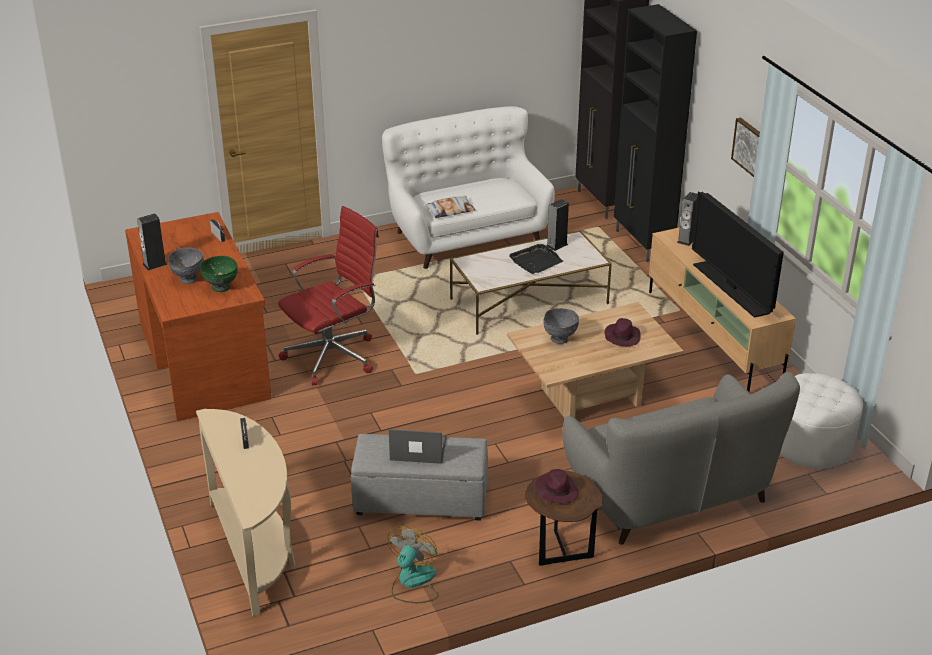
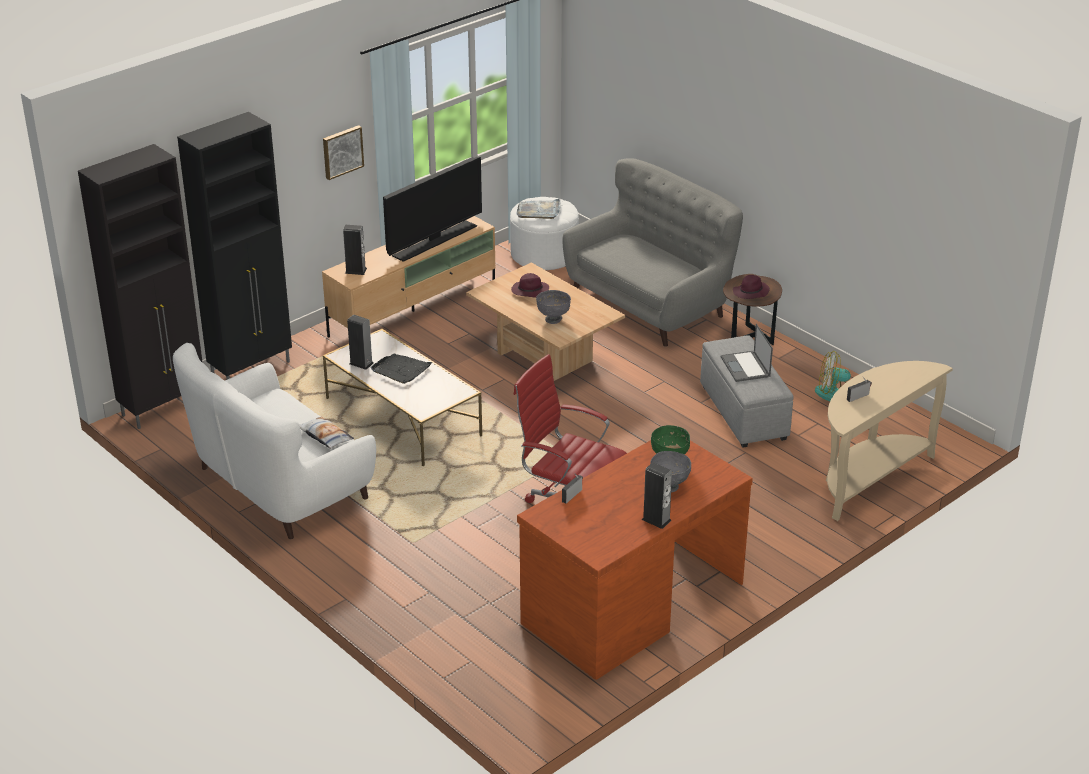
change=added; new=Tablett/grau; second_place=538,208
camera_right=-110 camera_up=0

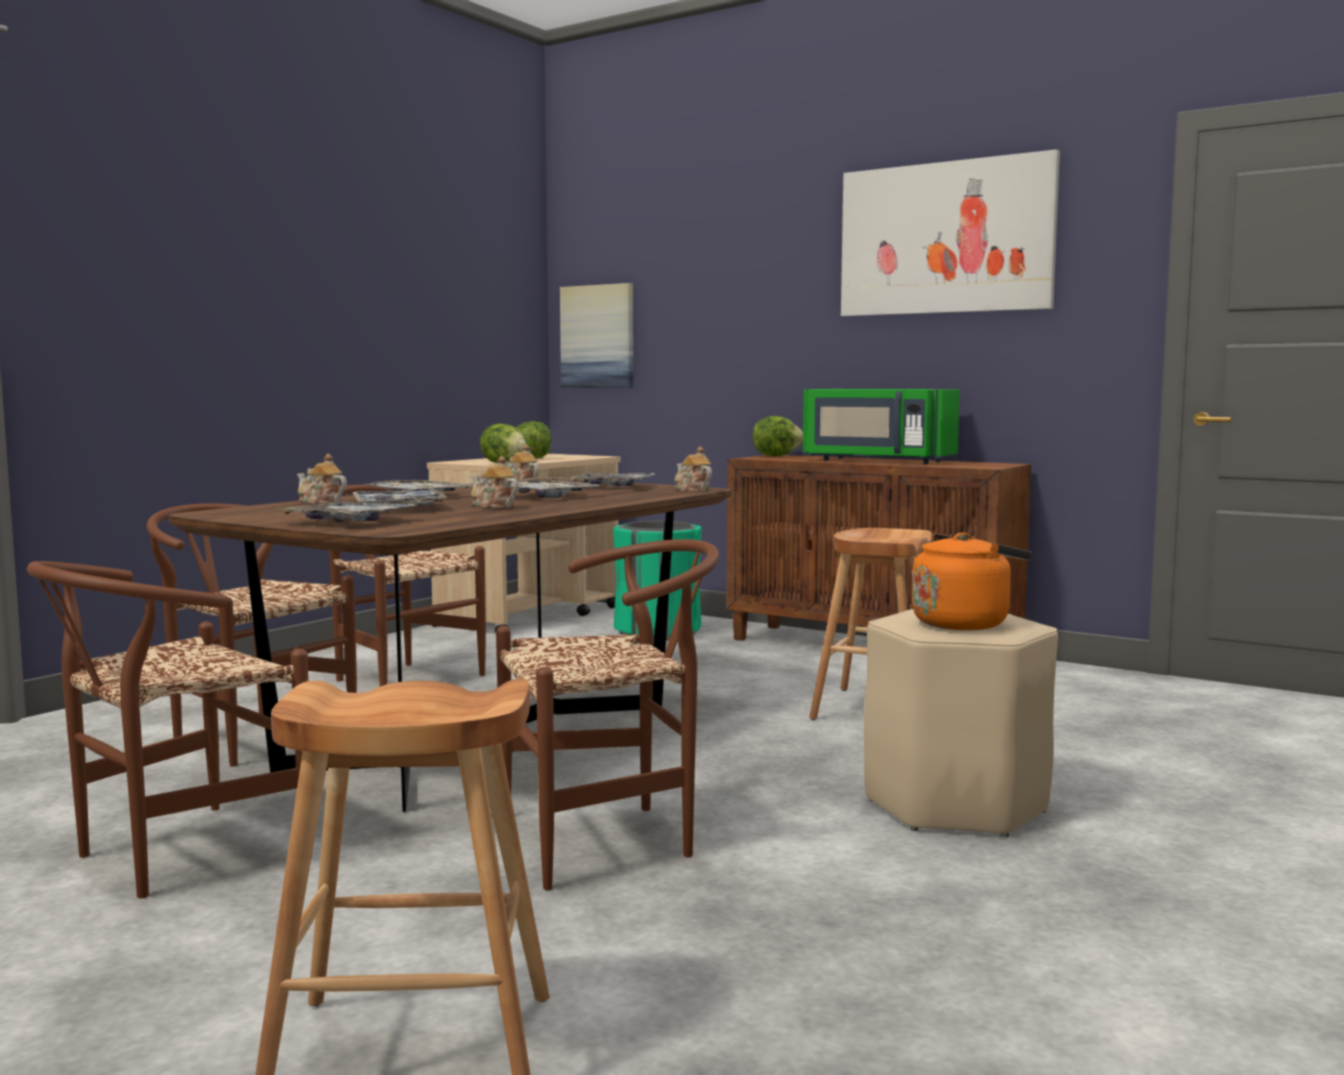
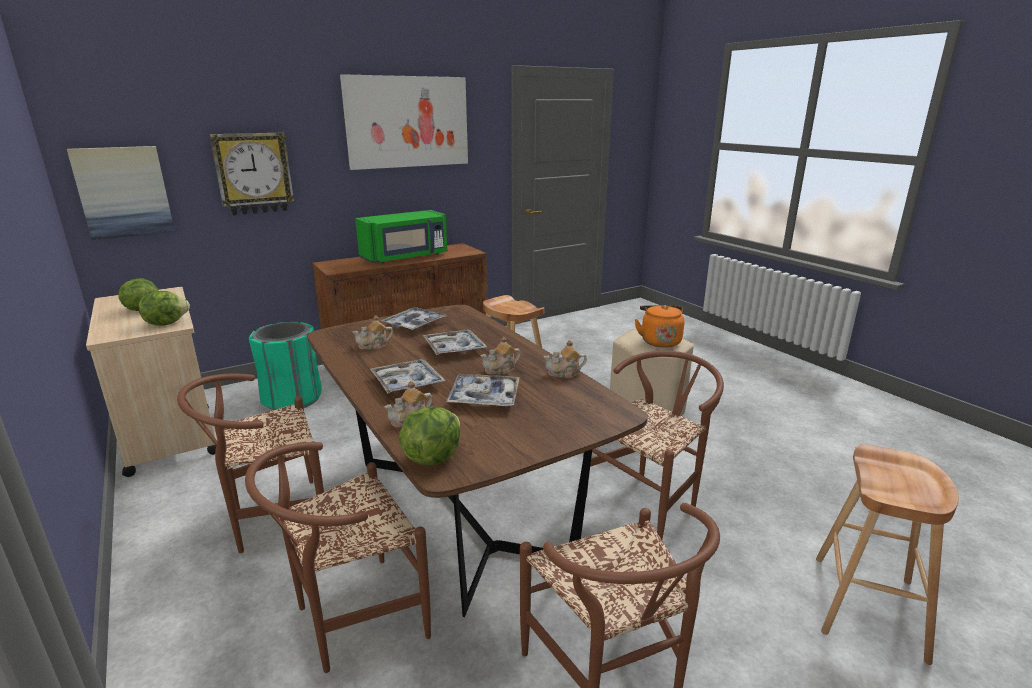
change=added; new=Wanduhr; second_place=251,173
change=moved; old=Salatkopf; first_place=777,436; second_place=429,436
change=moved; old=Teekanne; first_place=693,469; second_place=565,359
change=turned; old=Stuhl/braun; first_place=608,714; second_place=653,445; degrees=45
change=removed; old=Tablett; first_place=349,512
camera_right=-65 camera_up=15

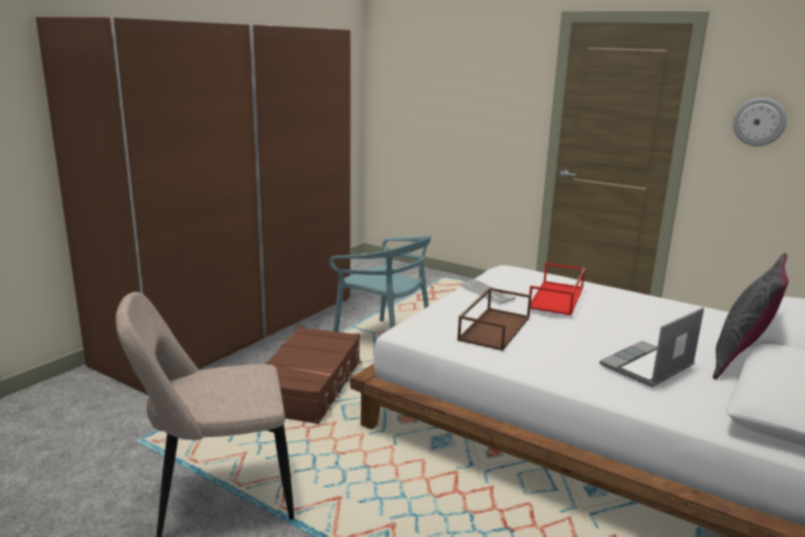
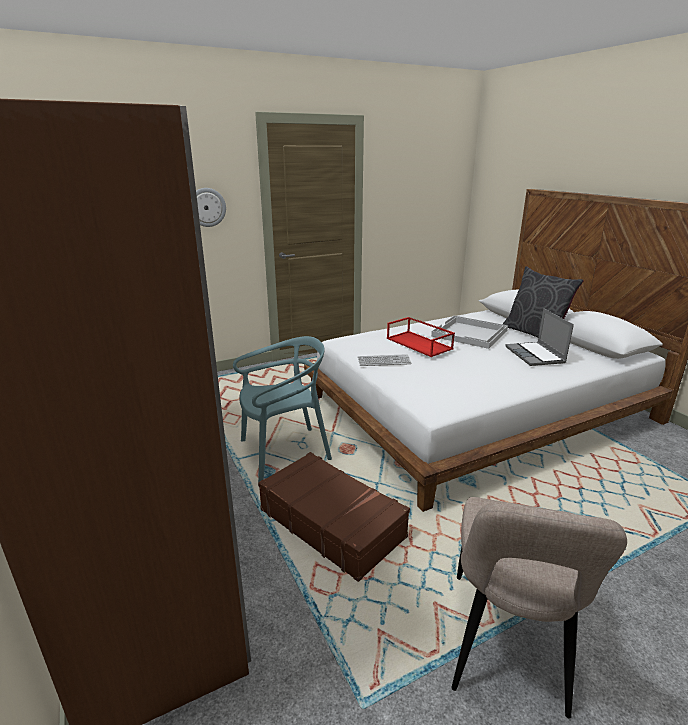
change=moved; old=Wanduhr; first_place=760,122; second_place=211,207
change=added; new=Tablett/weiß; second_place=469,332
change=removed; old=Tablett/braun; first_place=494,319
camera_right=-60 camera_up=5

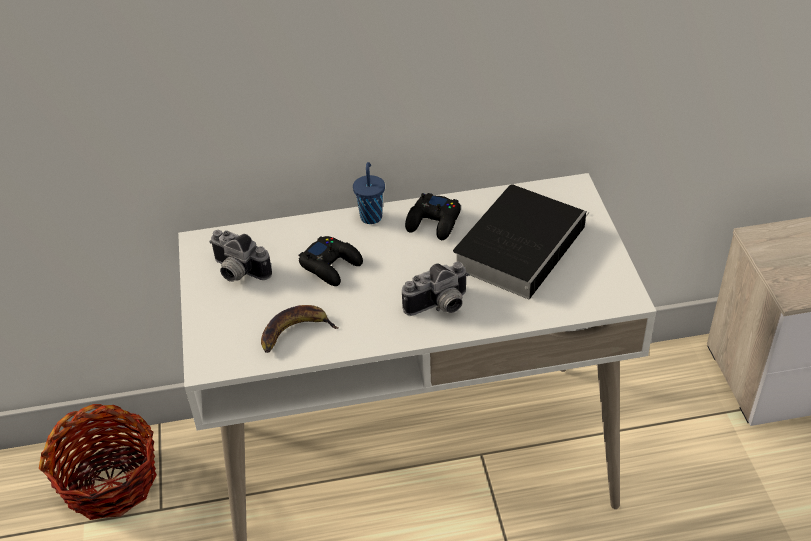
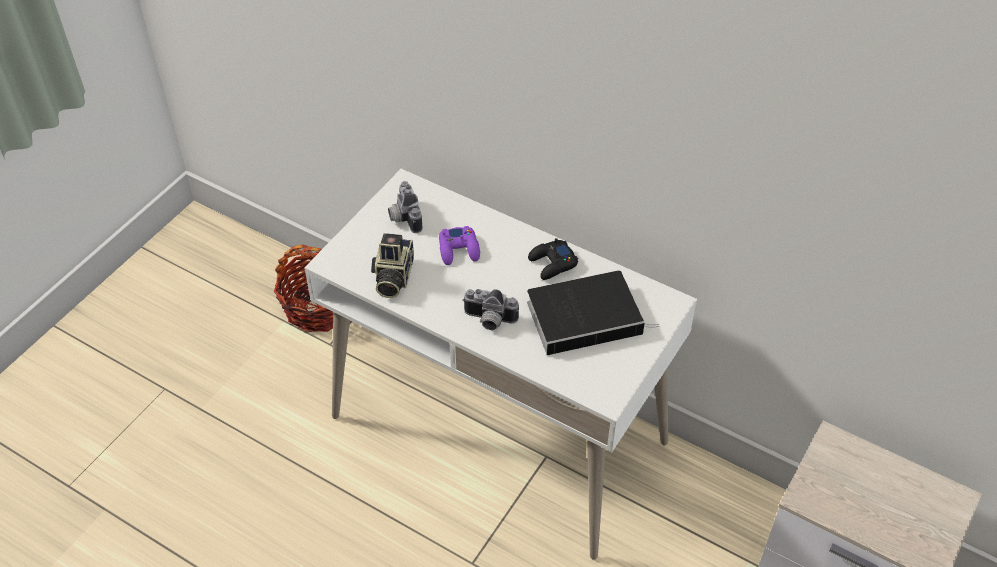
change=replaced; old=Banane; new=Kamera; first_place=299,329; second_place=392,265
change=recoloured; old=Gamepad/schwarz; new=Gamepad/lila; first_place=331,261; second_place=459,245
change=removed; old=Tasse/blau; first_place=369,193
camera_right=40 camera_up=5

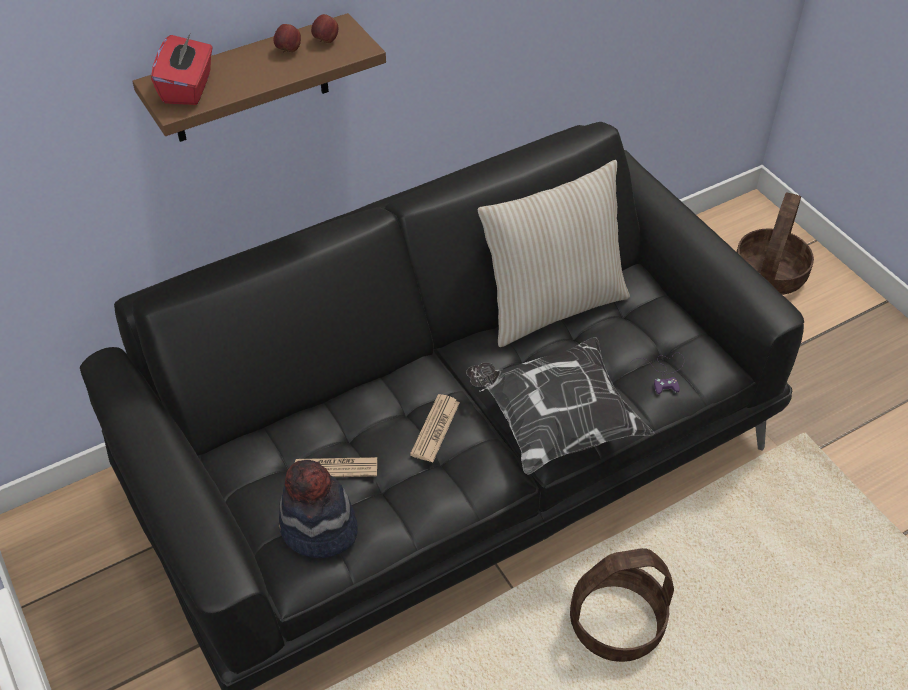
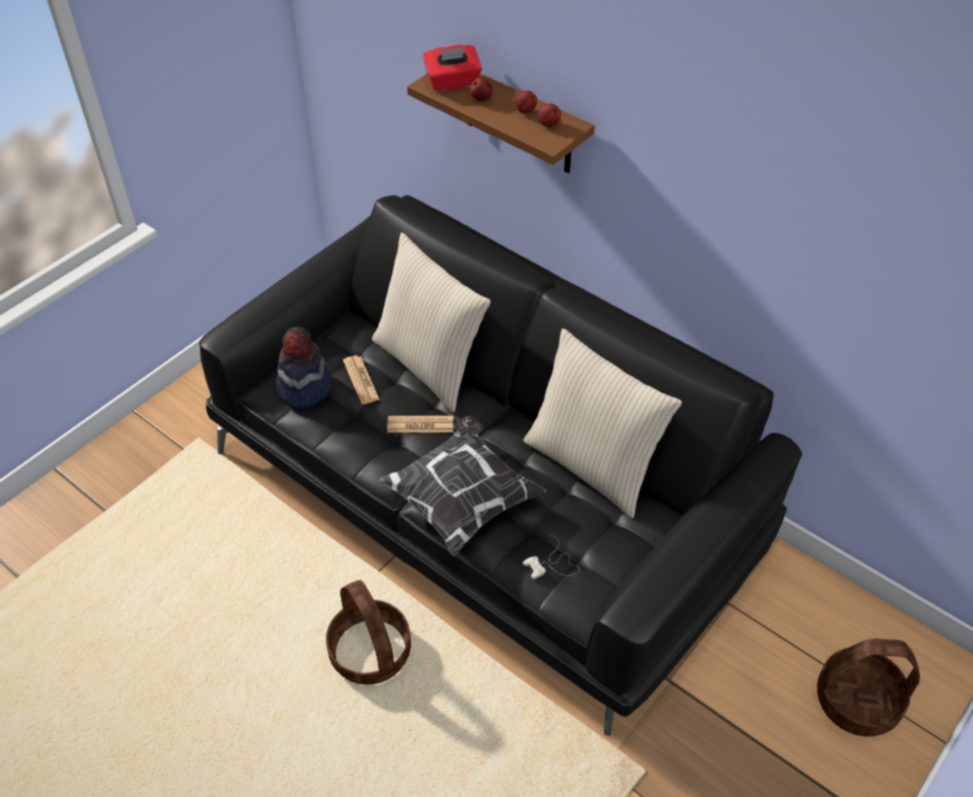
change=added; new=Kissen/beige; second_place=431,322
change=added; new=Apfel; second_place=481,89
change=recoloured; old=Gamepad/lila; new=Gamepad/weiß; first_place=657,373; second_place=551,557
camera_right=70 camera_up=0

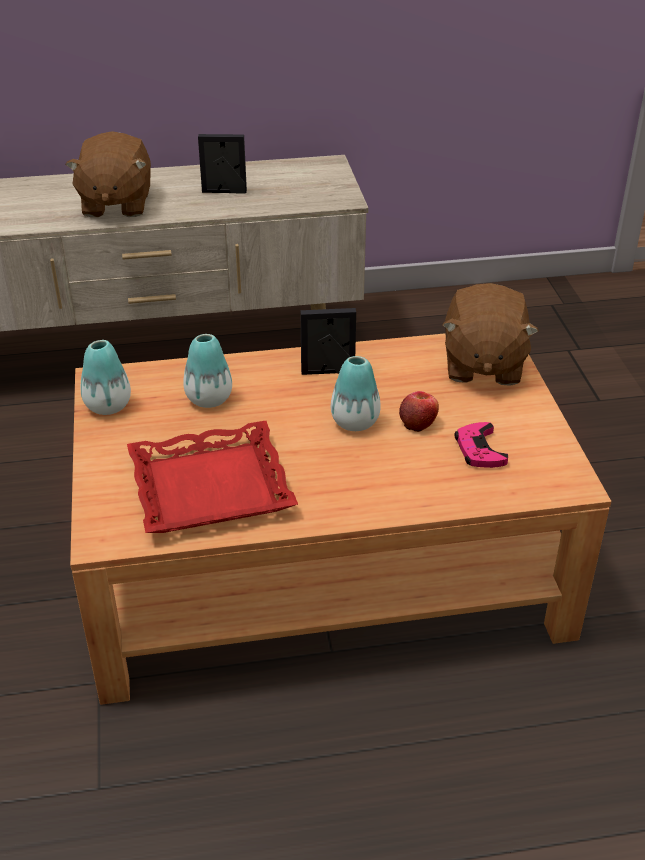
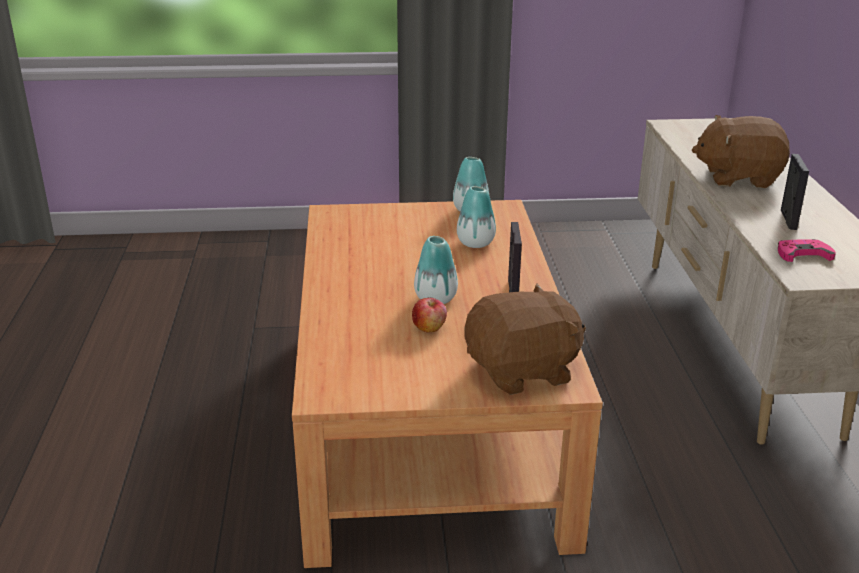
change=turned; old=Plüschtier/braun; first_place=490,334; second_place=525,339; degrees=150
change=moved; old=Gamepad/rosa; first_place=481,445; second_place=807,250
change=removed; old=Tablett/rot; first_place=212,477
camera_right=95 camera_up=-10

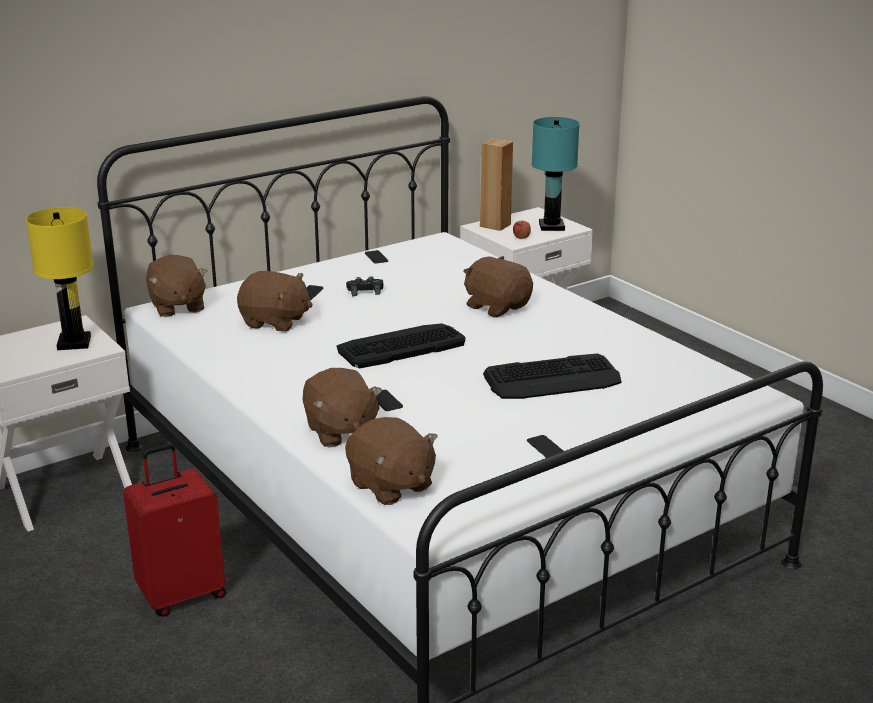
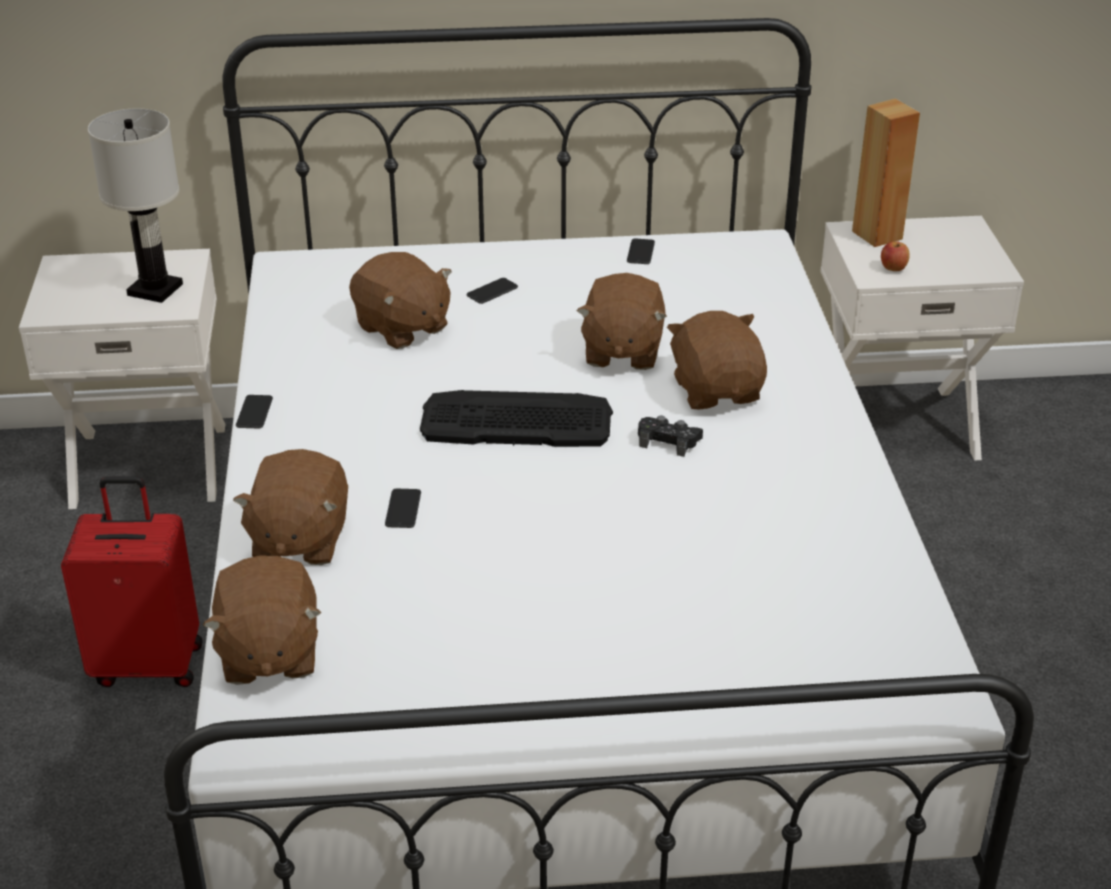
change=recoloured; old=Tischlampe/gelb; new=Tischlampe/weiß; first_place=60,278; second_place=135,205
change=moved; old=Handy; first_place=545,446; second_place=254,411
change=moved; old=Plüschtier/braun; first_place=177,286; second_place=622,321
change=moved; old=Gamepad/schwarz; first_place=364,286; second_place=670,436
change=removed; old=Tastatur; first_place=552,376
change=removed; old=Tischlampe/türkis; first_place=556,174
camera_right=30 camera_up=10

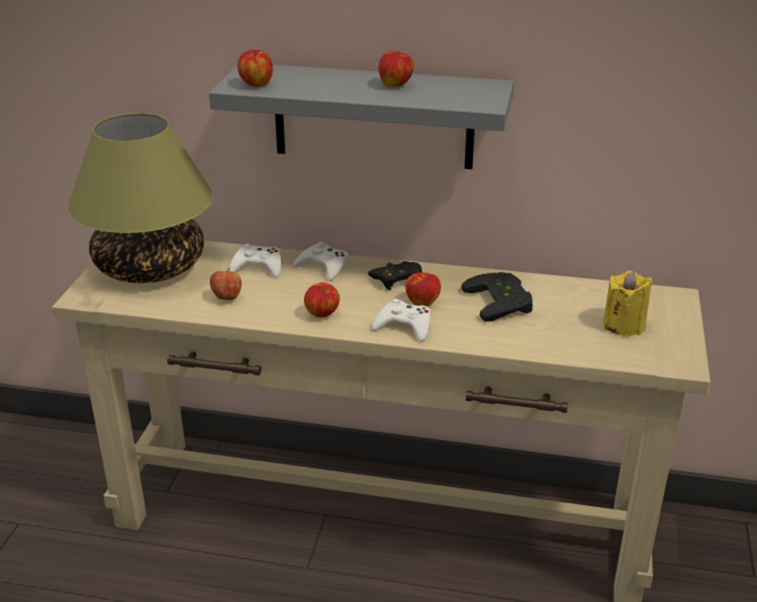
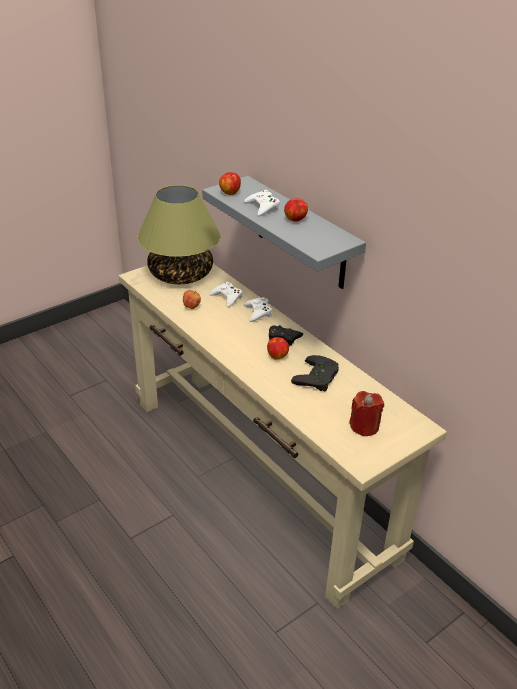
change=moved; old=Gamepad/weiß; first_place=401,320; second_place=262,203
change=recoloured; old=Kerze/gelb; new=Kerze/rot; first_place=628,303; second_place=366,414
change=removed; old=Apfel; first_place=322,299
camera_right=40 camera_up=5

